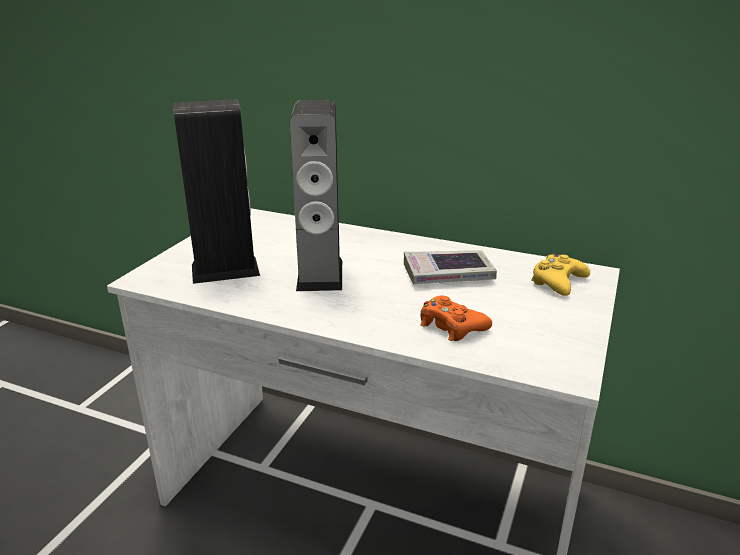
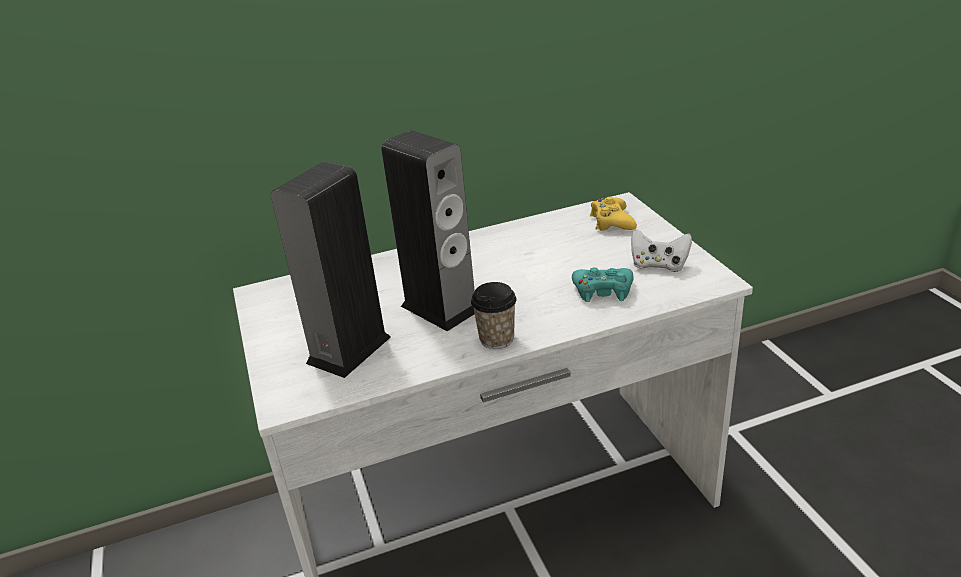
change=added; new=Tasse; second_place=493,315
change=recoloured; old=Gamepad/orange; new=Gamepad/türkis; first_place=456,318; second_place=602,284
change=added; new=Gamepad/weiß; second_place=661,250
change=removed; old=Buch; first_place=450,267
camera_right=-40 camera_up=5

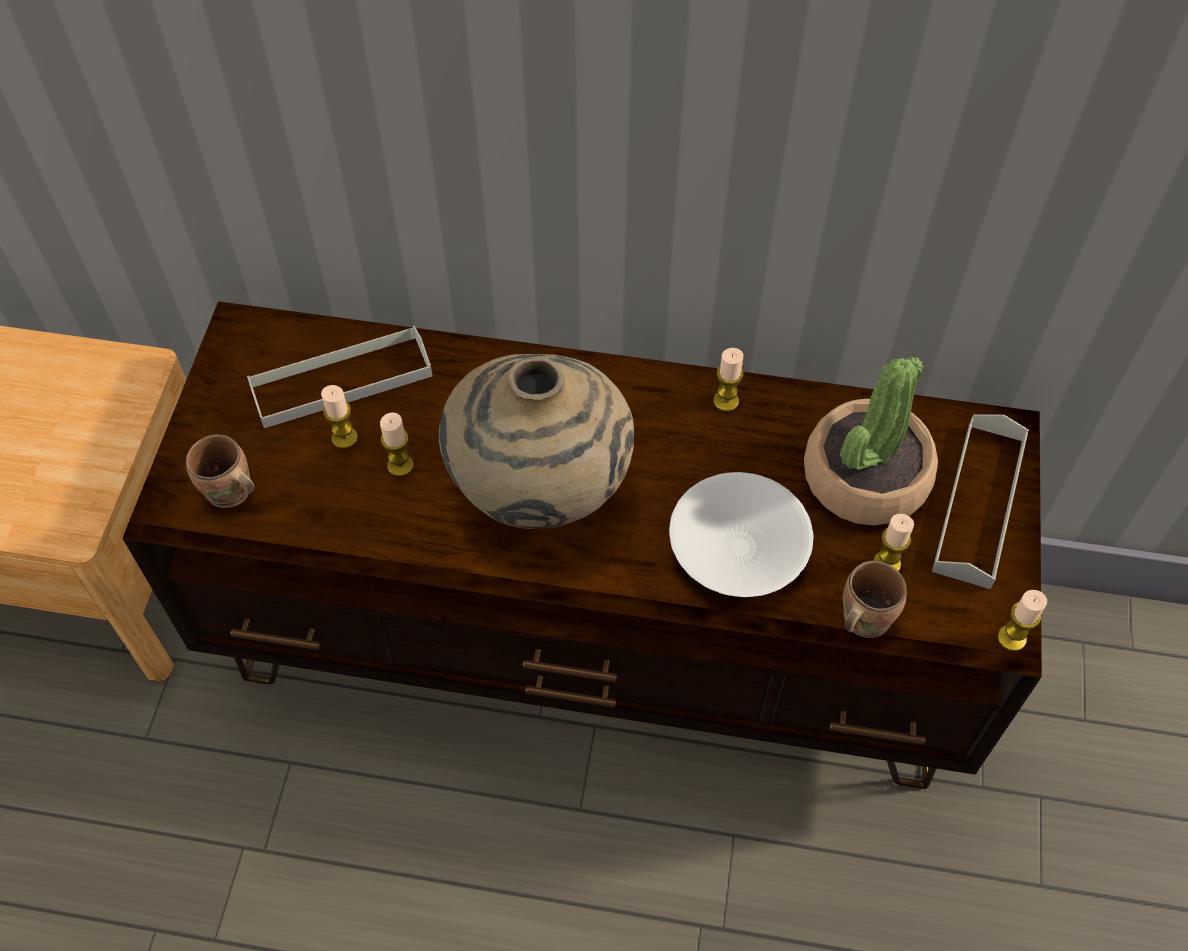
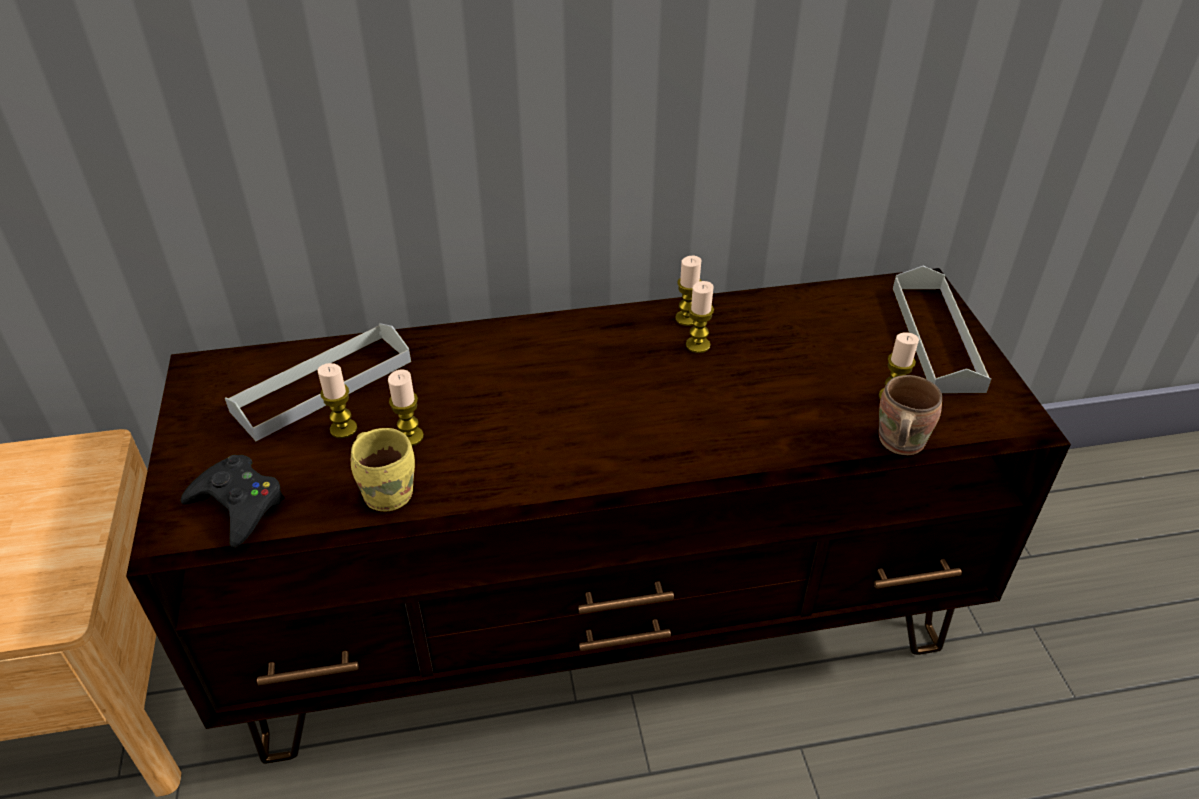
change=replaced; old=Henkelbecher/braun; new=Gamepad/schwarz; first_place=220,471; second_place=233,501
change=added; new=Henkelbecher/gelb; second_place=383,469
change=moved; old=Kerze; first_place=1022,620; second_place=700,317
change=removed; old=Vase/beige; first_place=536,441
change=removed; old=Schüssel/weiß; first_place=741,534
change=removed; old=Topfpflanze; first_place=871,441
camera_right=-20 camera_up=-15

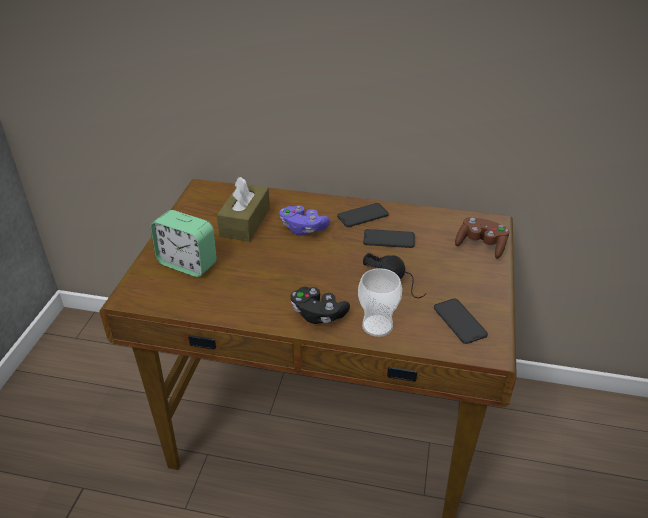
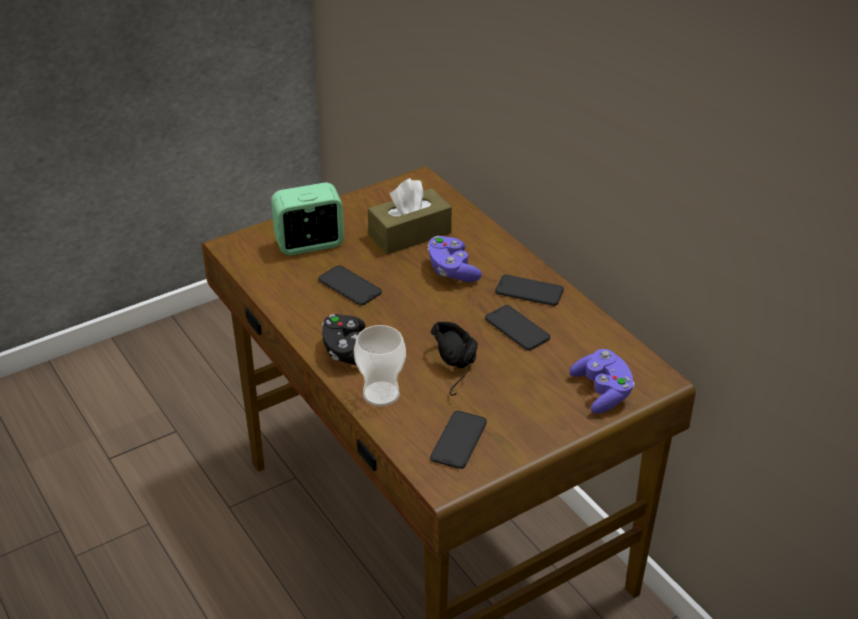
change=turned; old=Wecker; first_place=183,243; second_place=307,218; degrees=90
change=added; new=Handy; second_place=350,285
change=recoloured; old=Gamepad/braun; new=Gamepad/lila; first_place=482,238; second_place=602,381
camera_right=45 camera_up=0

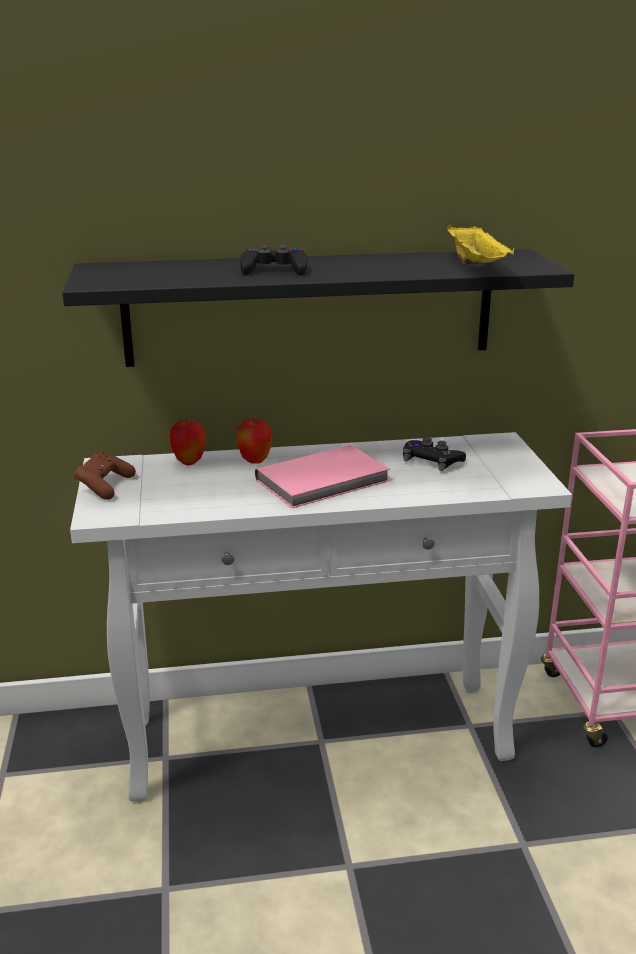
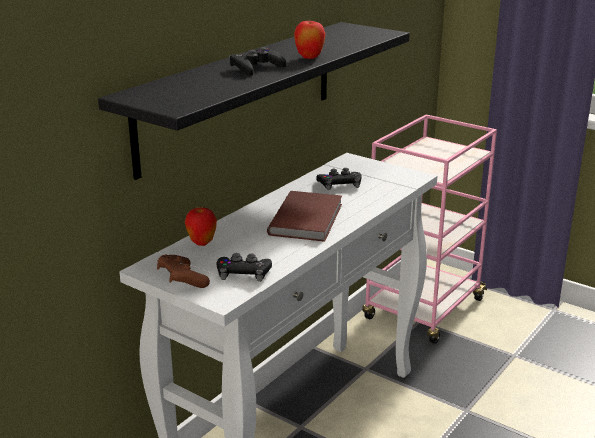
change=added; new=Gamepad/schwarz; second_place=244,267
change=recoloured; old=Buch/rosa; new=Buch/braun; first_place=322,476; second_place=304,216
change=moved; old=Apfel; first_place=254,441; second_place=310,40
change=removed; old=Tablett/gelb; first_place=480,244
camera_right=-45 camera_up=0

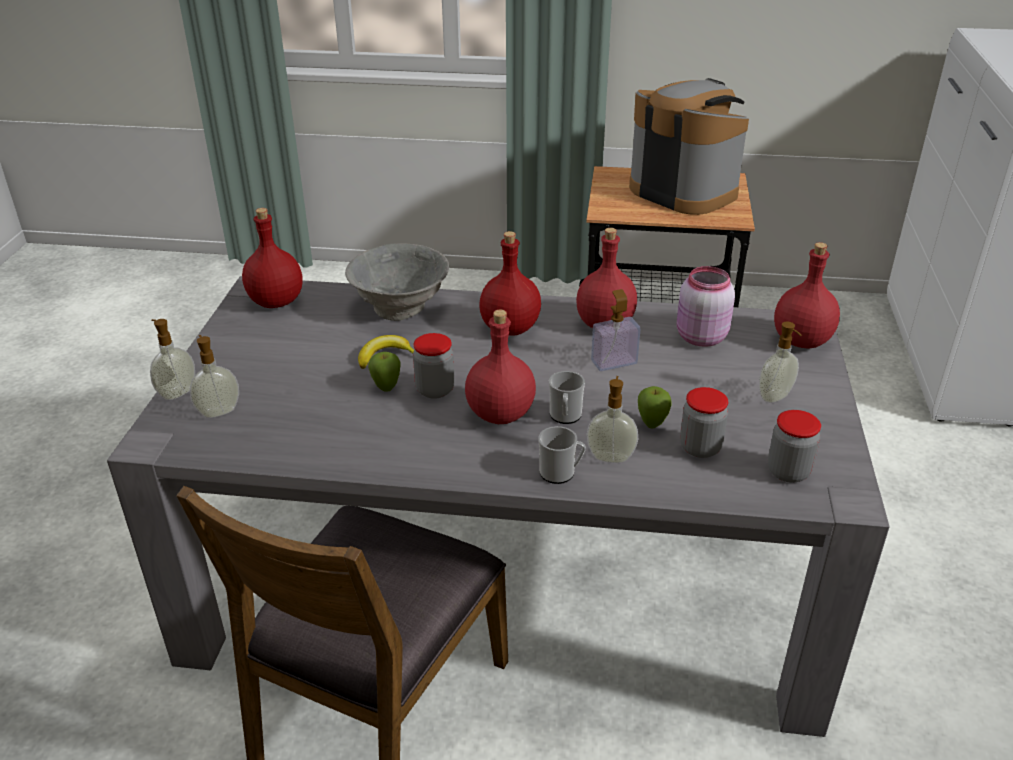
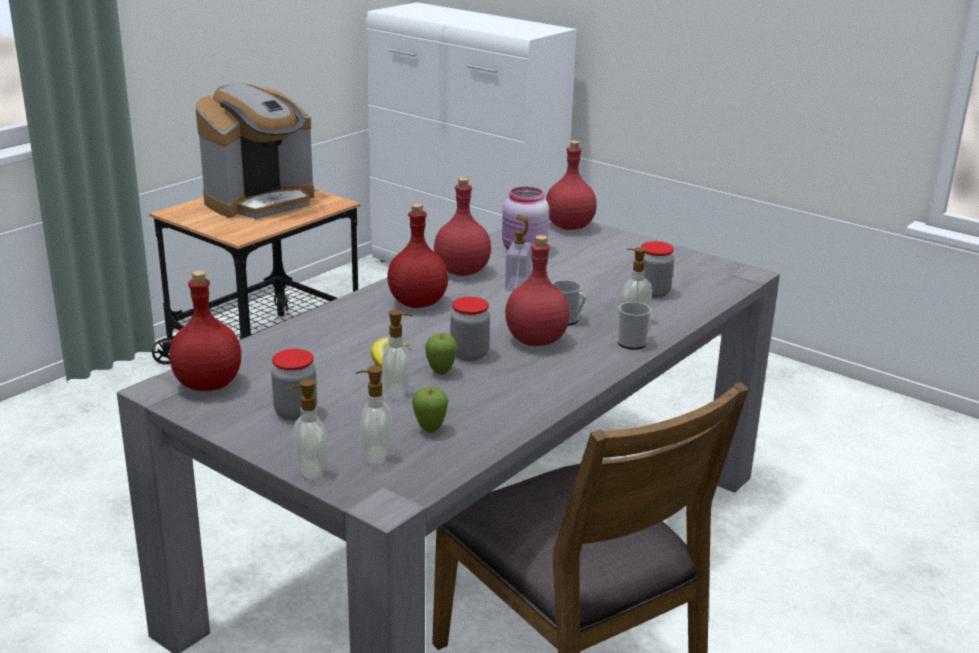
change=turned; old=Kaffeemaschine; first_place=689,146; second_place=254,151; degrees=150
change=moved; old=Vorratsglas; first_place=794,446; second_place=294,385
change=moved; old=Seifenspender; first_place=780,362; second_place=397,354
change=moved; old=Apfel; first_place=655,407; second_place=430,410
change=removed; old=Schüssel/grau; first_place=397,282
camera_right=-60 camera_up=-10

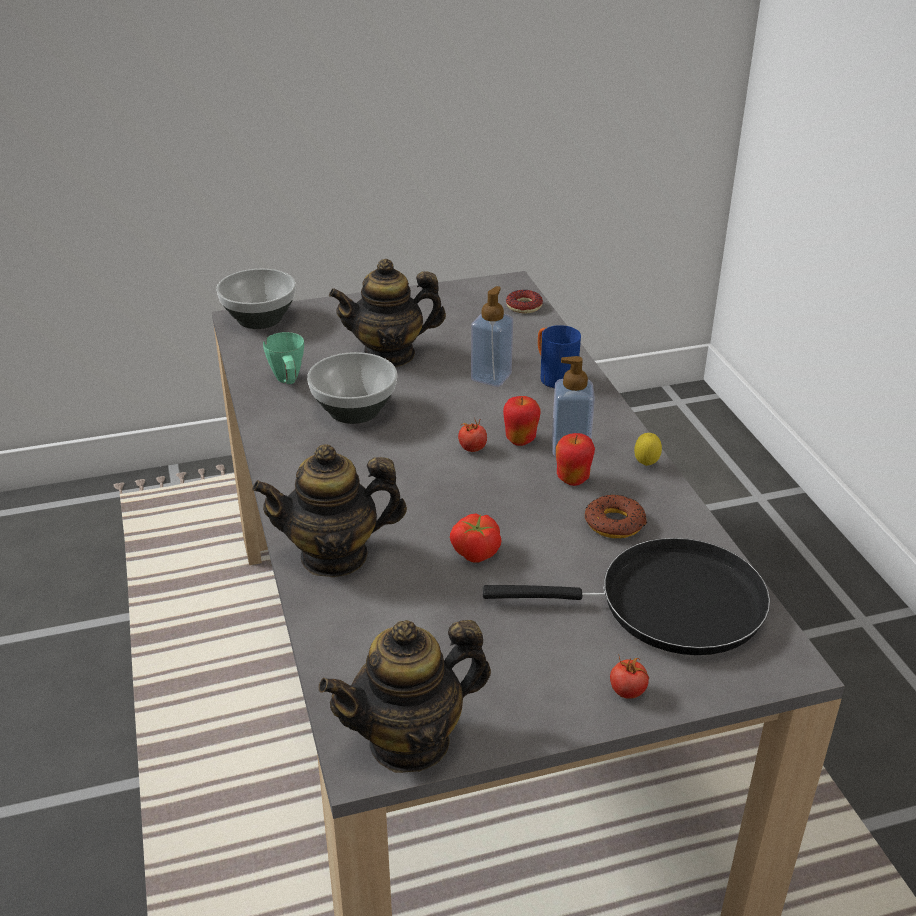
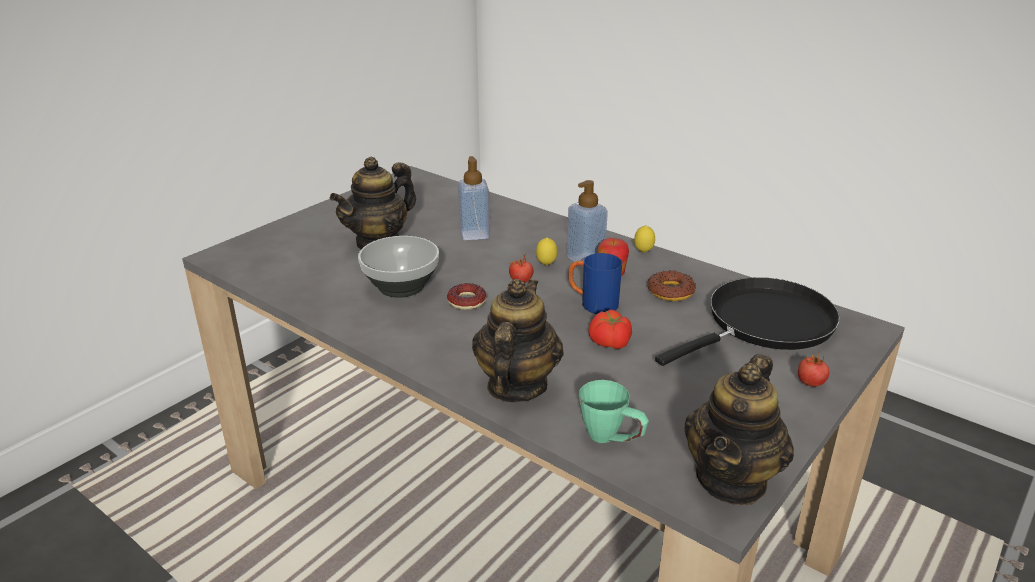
change=moved; old=Donut; first_place=524,301; second_place=466,296
change=turned; old=Teekanne; first_place=329,510; second_place=518,340; degrees=150
change=replaced; old=Apfel; new=Zitrone; first_place=522,421; second_place=546,251
change=moved; old=Henkelbecher/blau; first_place=559,356; second_place=595,283
change=moved; old=Henkelbecher/grün; first_place=283,358; second_place=614,411
change=removed; old=Schüssel; first_place=256,299
camera_right=-35 camera_up=-5

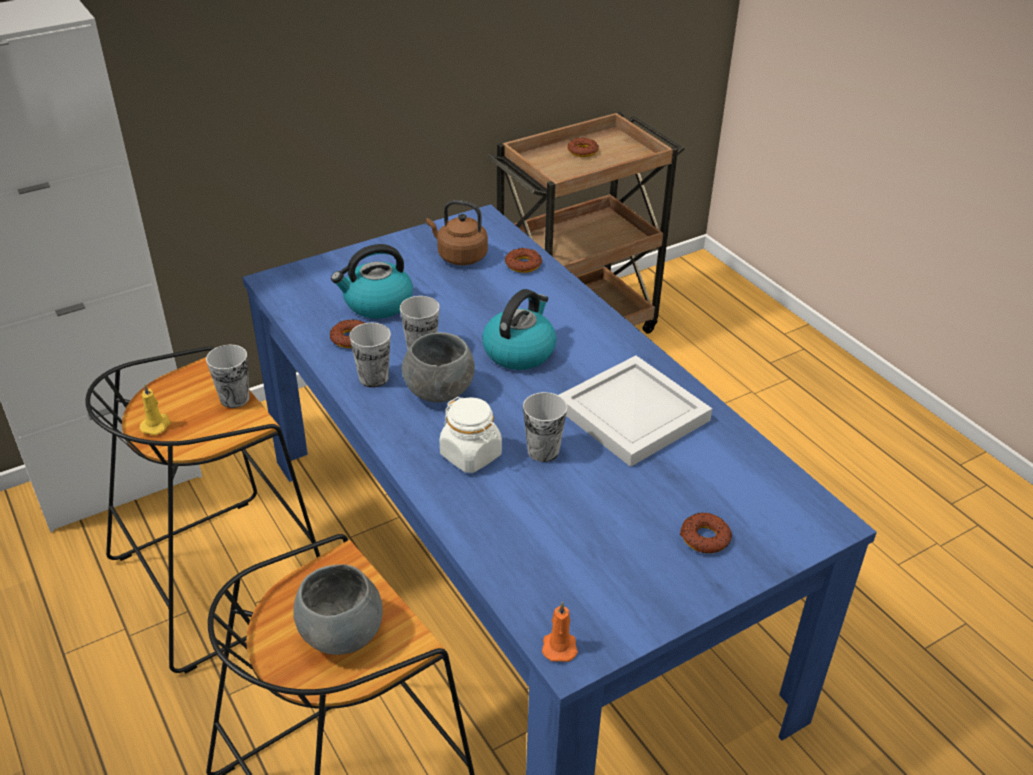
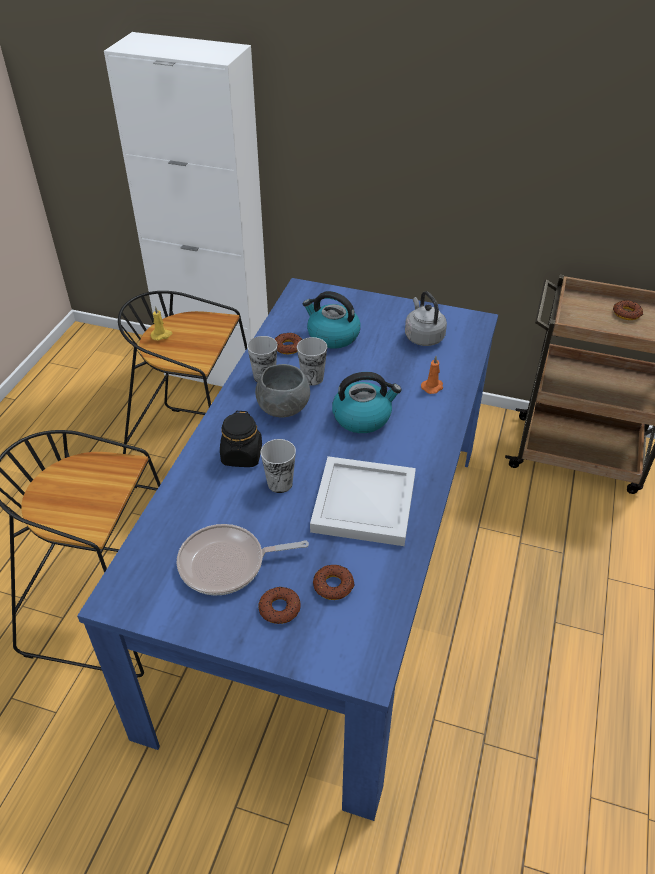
change=added; new=Pfanne; second_place=243,560
change=recoloured; old=Vorratsglas/weiß; new=Vorratsglas/schwarz; first_place=471,435; second_place=241,439
change=moved; old=Donut; first_place=523,260; second_place=333,582
change=recoloured; old=Wasserkessel/braun; new=Wasserkessel/grau; first_place=457,232; second_place=426,318
change=moved; old=Kerze/orange; first_place=560,632; second_place=432,375
change=removed; old=Tasse; first_place=227,376
change=removed; old=Schüssel/grau; first_place=338,609
camera_right=50 camera_up=5

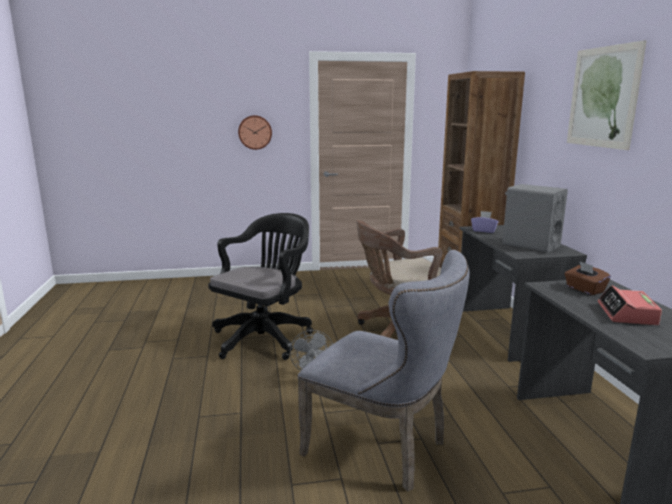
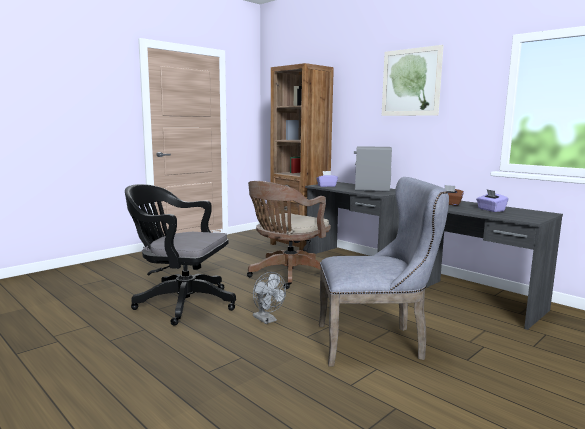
change=turned; old=Bürostuhl/schwarz; first_place=260,286; second_place=180,255; degrees=-75
change=replaced; old=Wecker; new=Taschentuchbox/lila; first_place=630,305; second_place=492,200
change=removed; old=Wanduhr; first_place=255,132
camera_right=-35 camera_up=-5

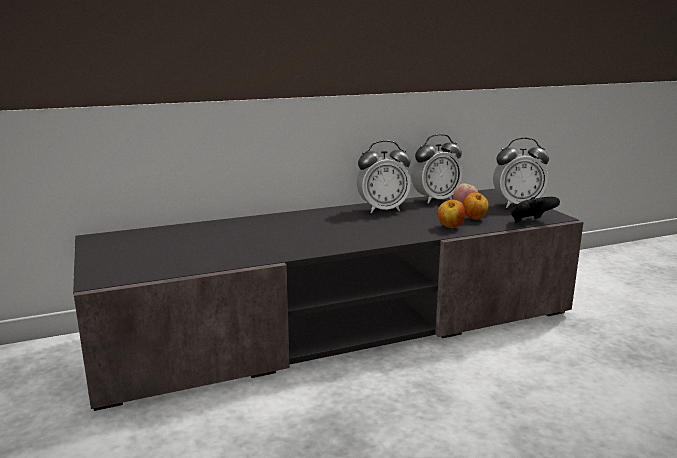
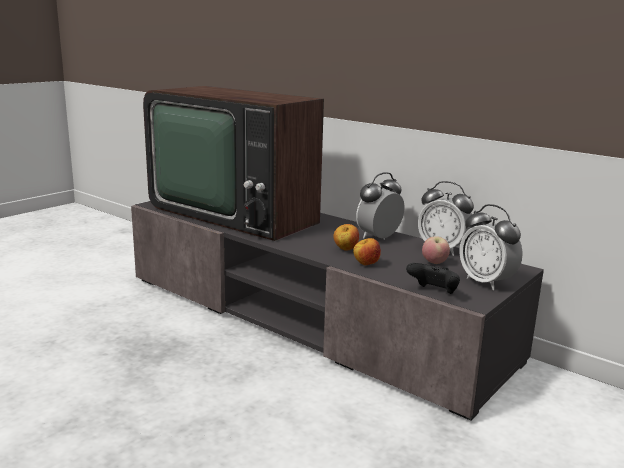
change=added; new=Fernseher; second_place=233,163
change=moved; old=Apfel; first_place=476,206; second_place=346,237
change=turned; old=Wecker; first_place=384,177; second_place=380,206; degrees=90
camera_right=60 camera_up=0

